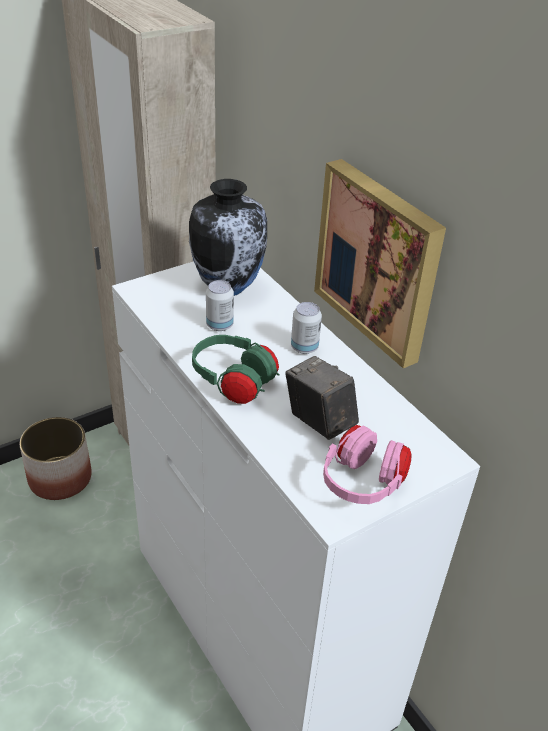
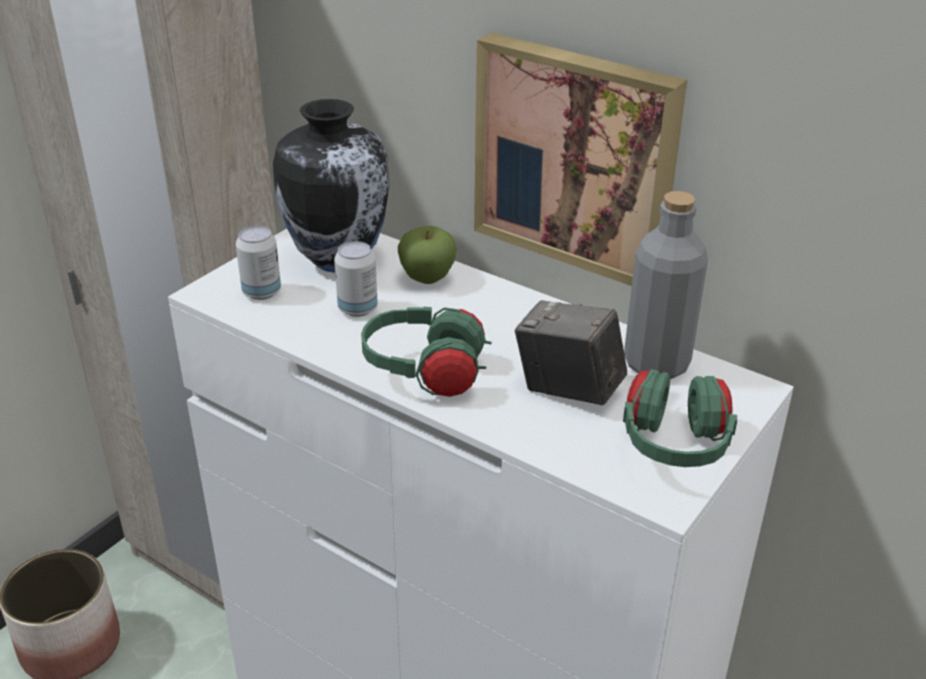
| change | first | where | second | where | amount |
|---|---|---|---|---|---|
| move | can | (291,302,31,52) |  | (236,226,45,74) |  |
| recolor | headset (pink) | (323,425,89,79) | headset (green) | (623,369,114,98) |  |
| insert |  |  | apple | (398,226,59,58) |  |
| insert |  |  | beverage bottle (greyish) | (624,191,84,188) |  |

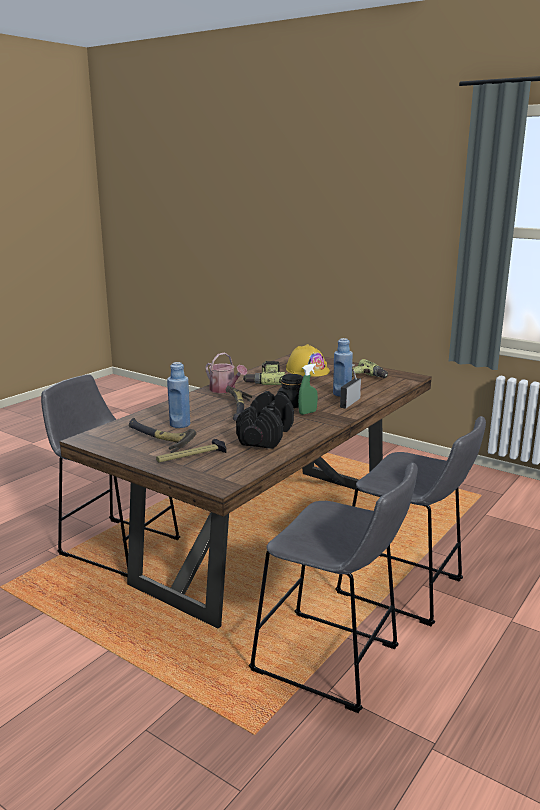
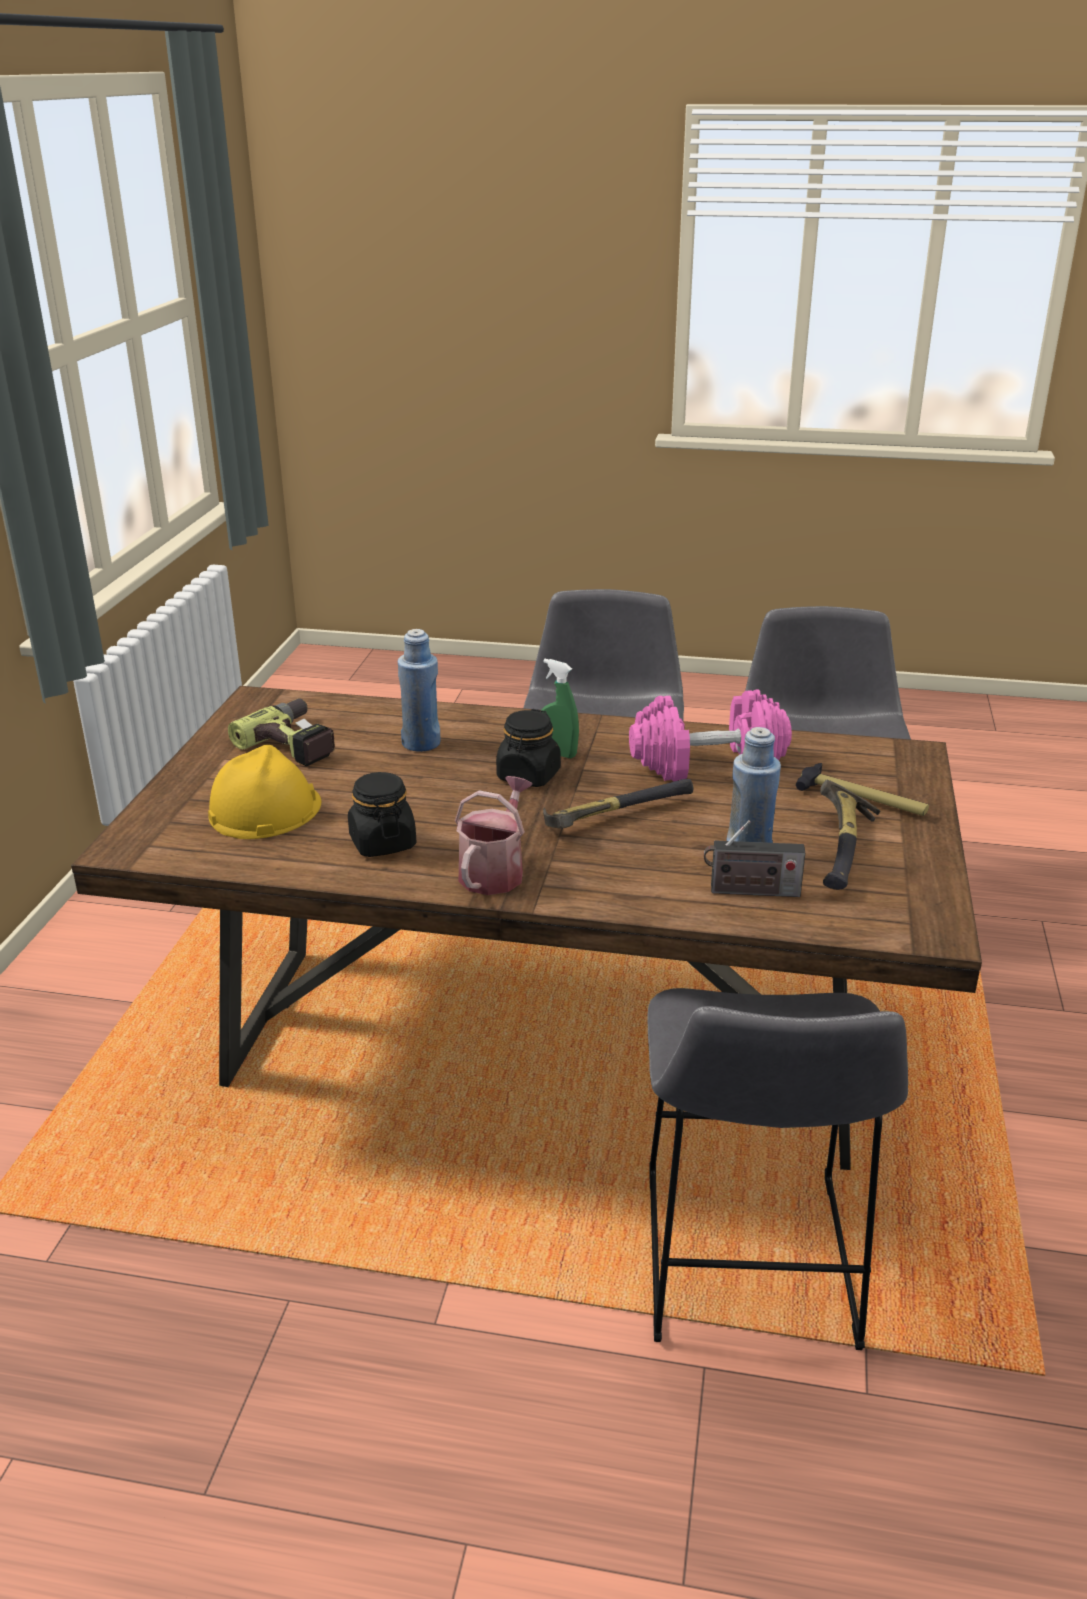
| change | first | where | second | where | amount |
|---|---|---|---|---|---|
| recolor | free weight (black) | (236,391,58,58) | free weight (pink) | (629,689,163,93) |  |
| replace | power drill | (243,361,42,24) | jar (black) | (348,772,69,85) |  |
| move | radio | (340,370,21,39) |  | (704,820,101,77) |  |

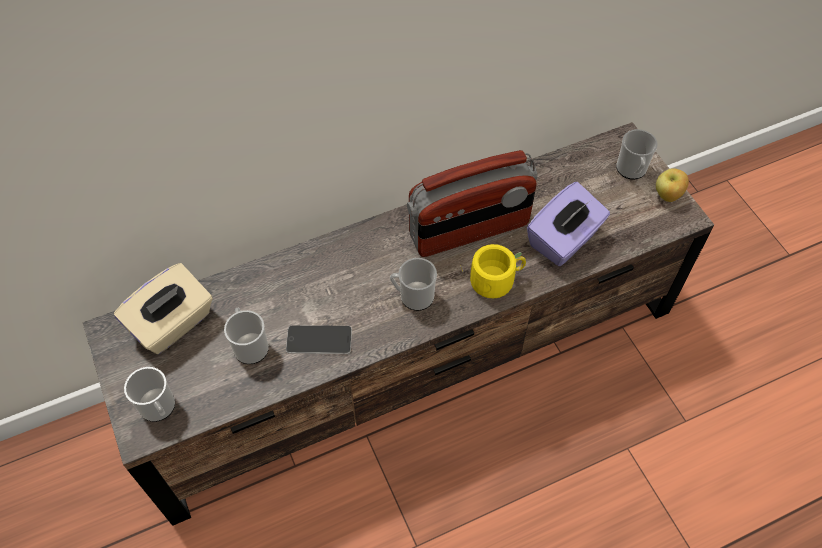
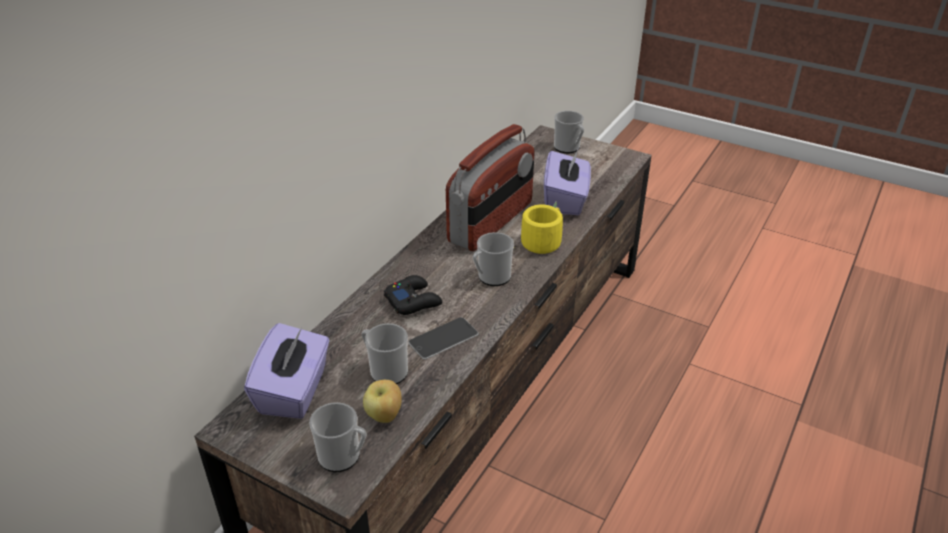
| change | first | where | second | where | amount |
|---|---|---|---|---|---|
| recolor | tissue box (sand-coloured) | (114,263,99,91) | tissue box (purple) | (244,323,86,96) |  |
| move | apple | (656,168,33,34) |  | (363,380,39,43) |  |
| insert |  |  | joypad (black) | (384,275,58,40) |  |

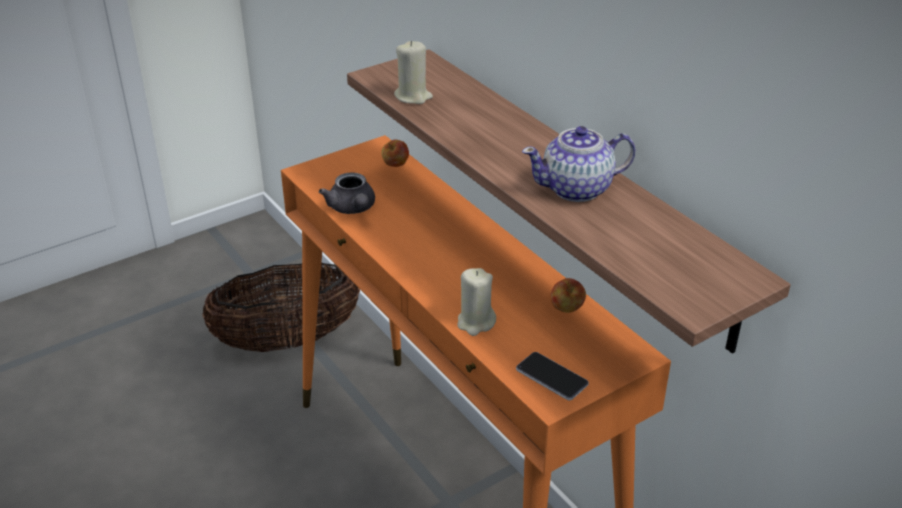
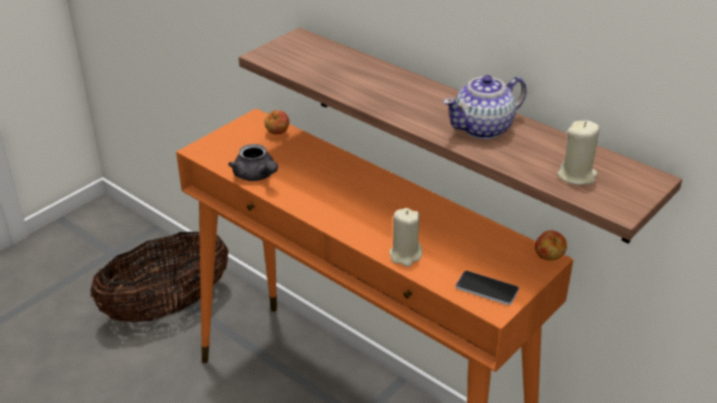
| change | first | where | second | where | amount |
|---|---|---|---|---|---|
| move | wax light (sand-coloured) | (394,41,39,63) |  | (557,121,43,64) |  |
| move | apple | (550,278,36,35) |  | (535,230,32,31) |  |

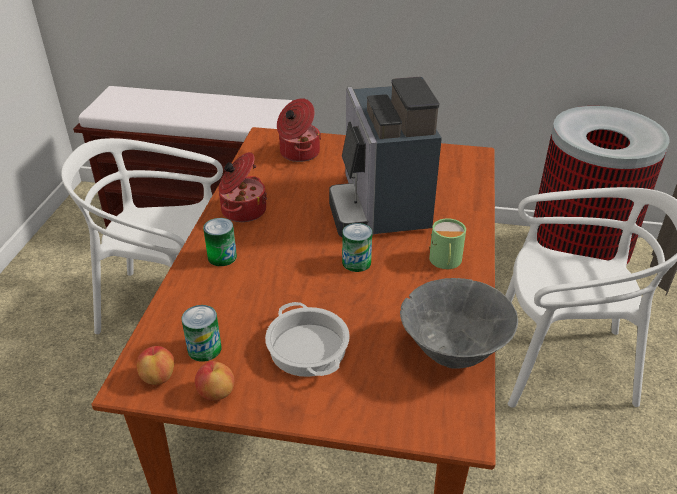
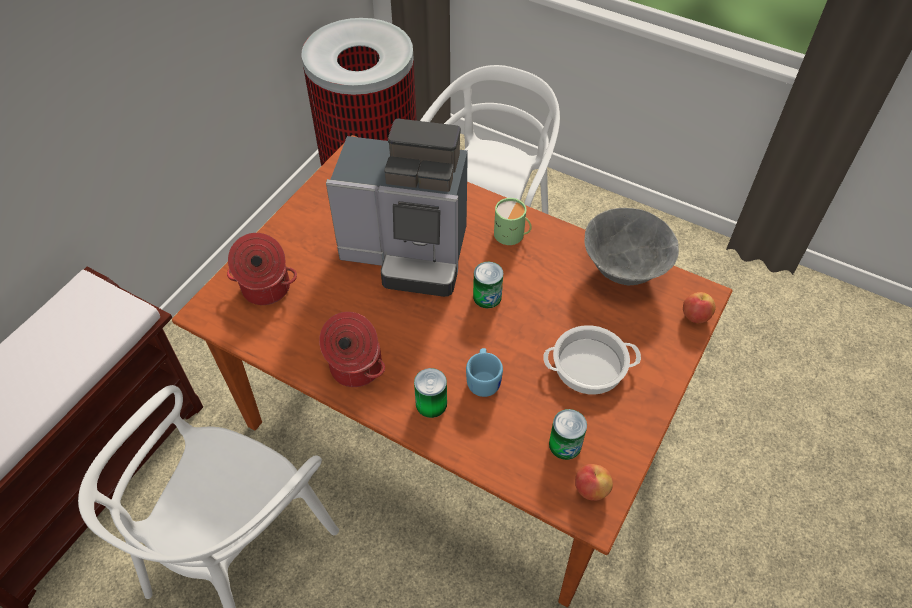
| change | first | where | second | where | amount |
|---|---|---|---|---|---|
| move | apple | (195,361,39,40) |  | (683,292,33,31) |  |
| insert |  |  | tea mug (blue) | (466,348,37,49) |  |

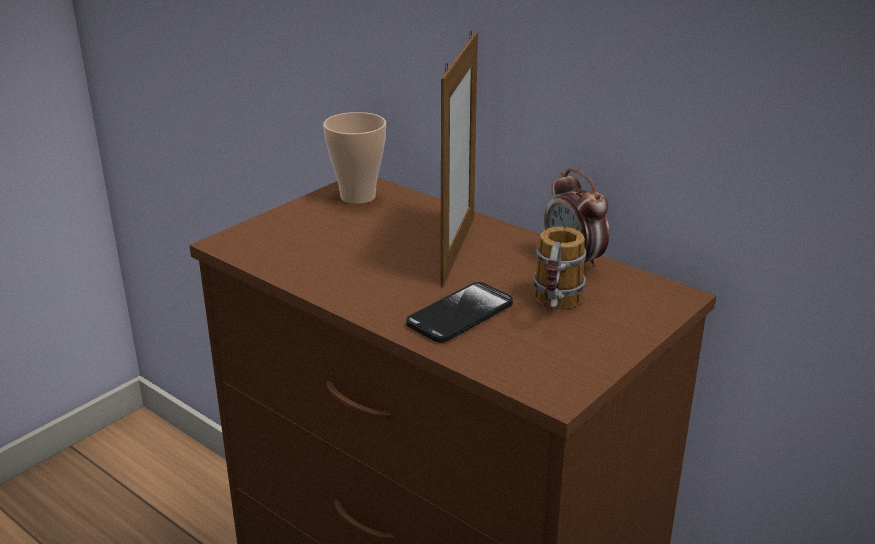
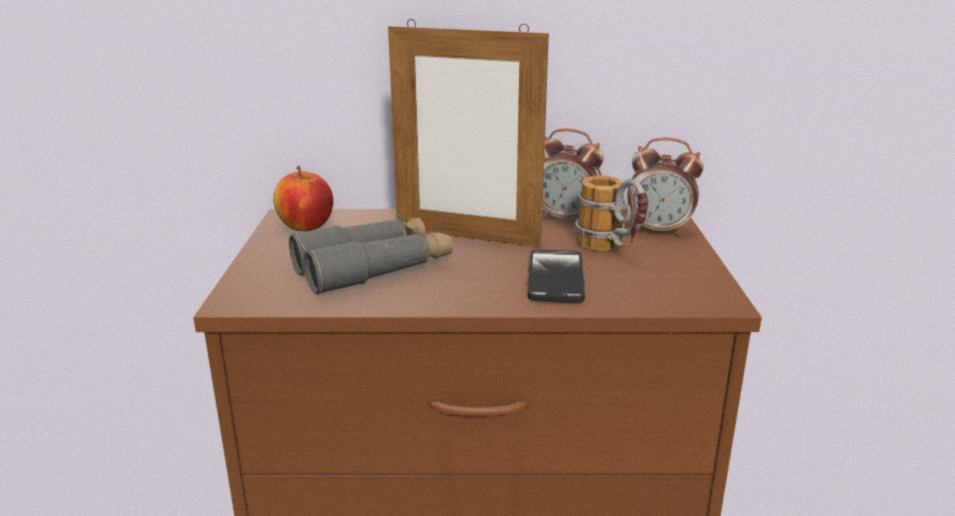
| change | first | where | second | where | amount |
|---|---|---|---|---|---|
| replace | drinking cup | (323,112,63,92) | apple | (273,166,60,65) |  |
| rotate | standing frame | (441,31,37,256) |  | (388,19,161,228) | 135 degrees clockwise |
| insert |  |  | pair of binoculars (greyish) | (289,217,164,77) |  |
| insert |  |  | table clock | (627,138,77,99) |  |

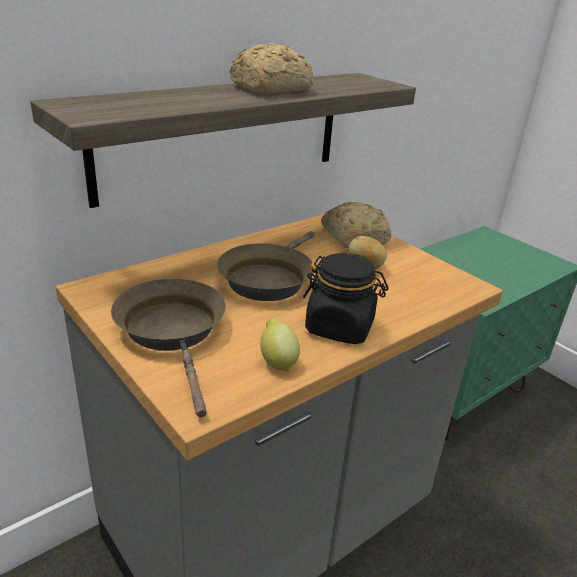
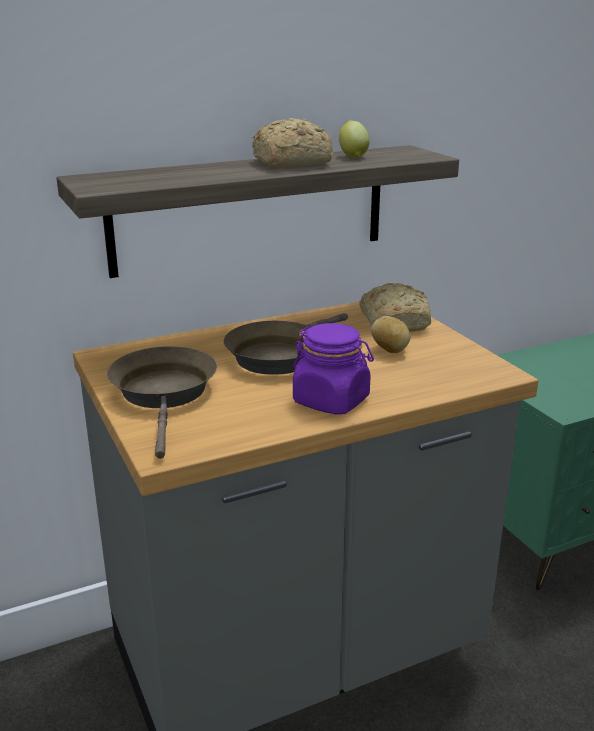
| change | first | where | second | where | amount |
|---|---|---|---|---|---|
| move | lemon | (260,317,40,55) |  | (339,120,31,37) |  |
| recolor | jar (black) | (303,253,86,91) | jar (purple) | (293,323,81,92) |  |

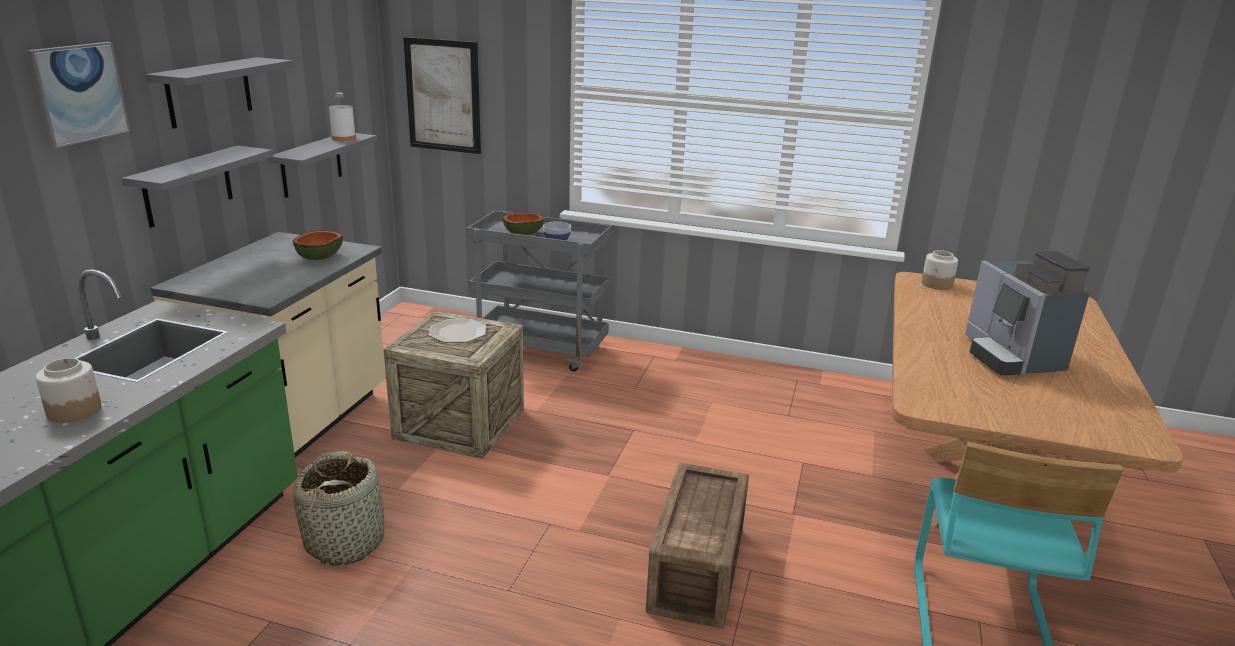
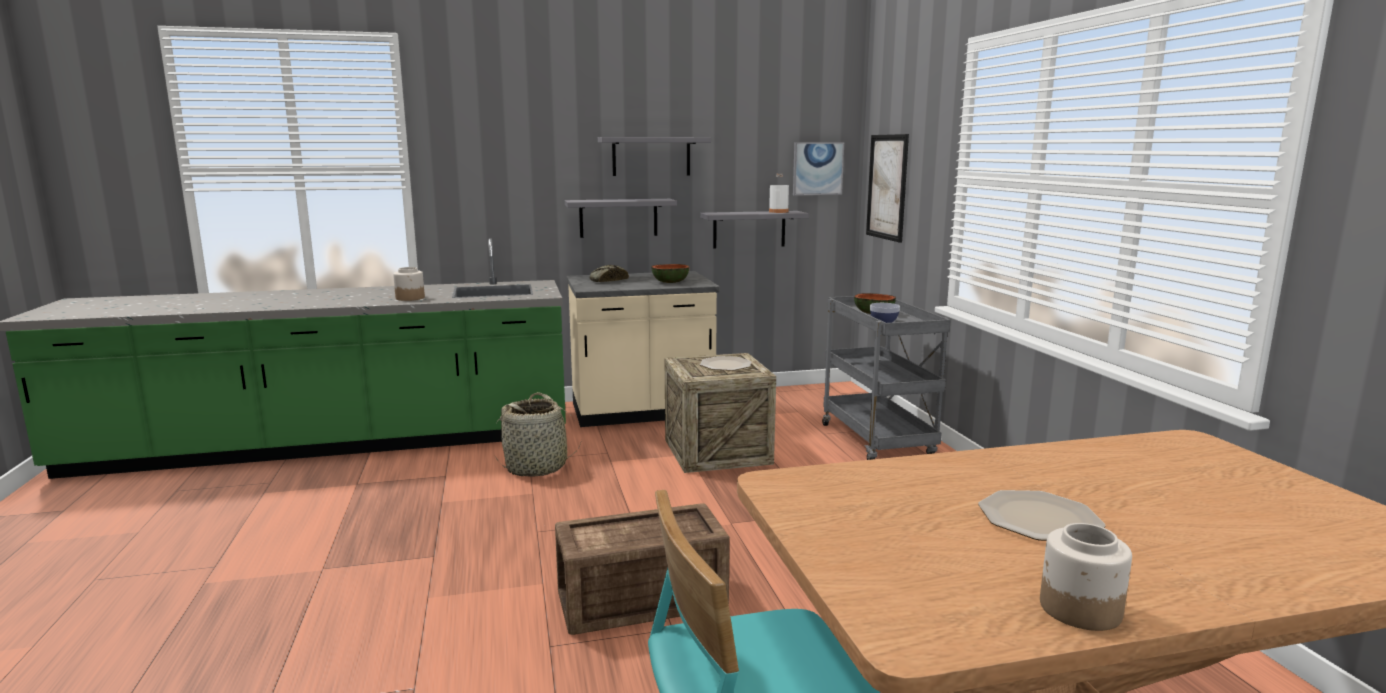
| change | first | where | second | where | amount |
|---|---|---|---|---|---|
| move | wall art | (26,42,104,107) |  | (793,142,51,54) |  |
| move | jar | (921,250,37,40) |  | (1040,523,92,108) |  |
| replace | coffee maker | (965,251,125,125) | plate | (978,490,127,51) |  |
| insert |  |  | baked bread | (589,265,40,17) |  |

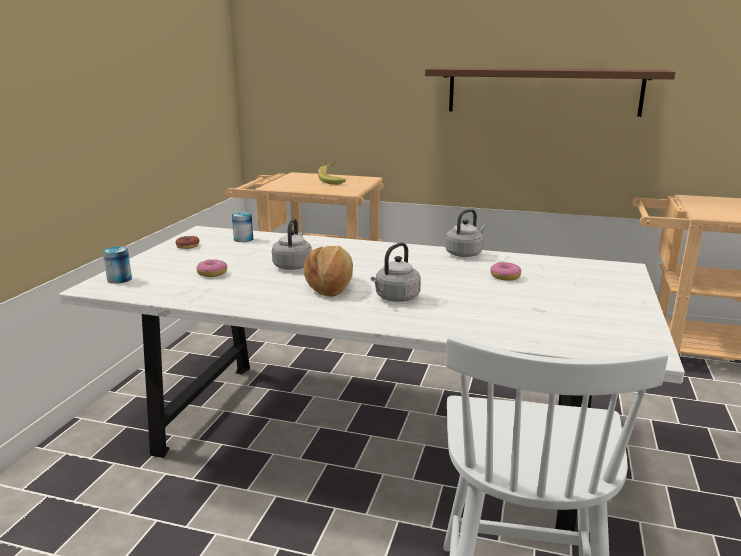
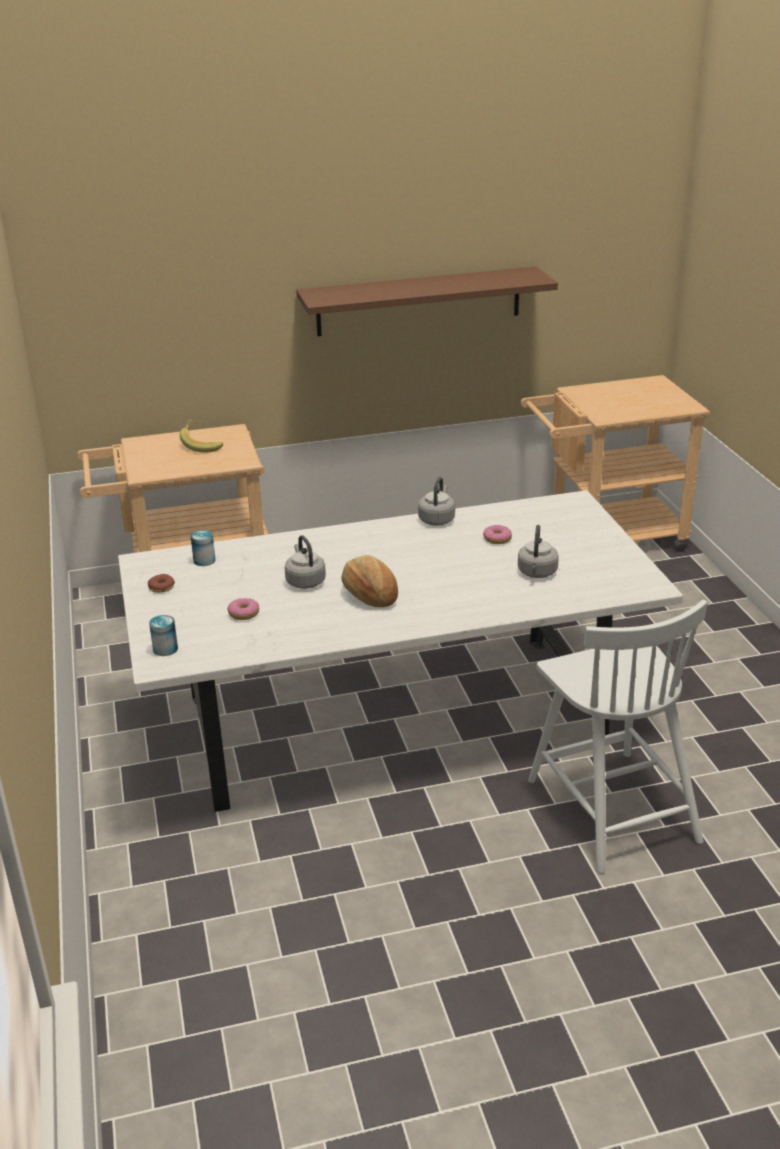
| change | first | where | second | where | amount |
|---|---|---|---|---|---|
| move | tea kettle (greyish) | (371,242,50,60) |  | (518,525,41,53) |  |

